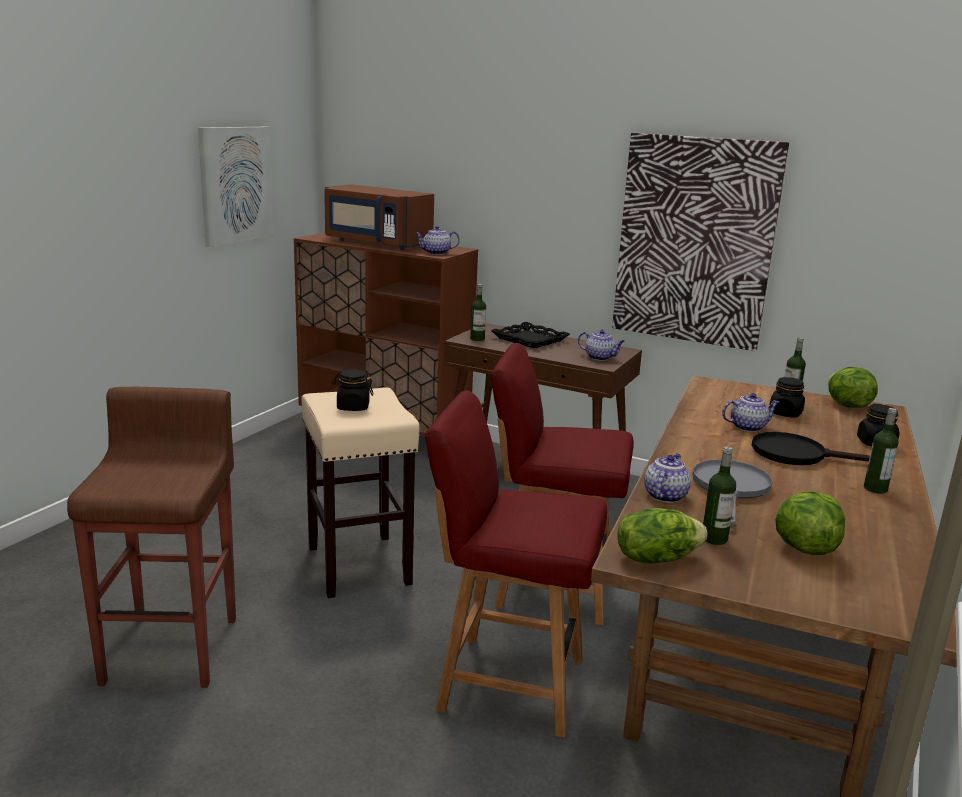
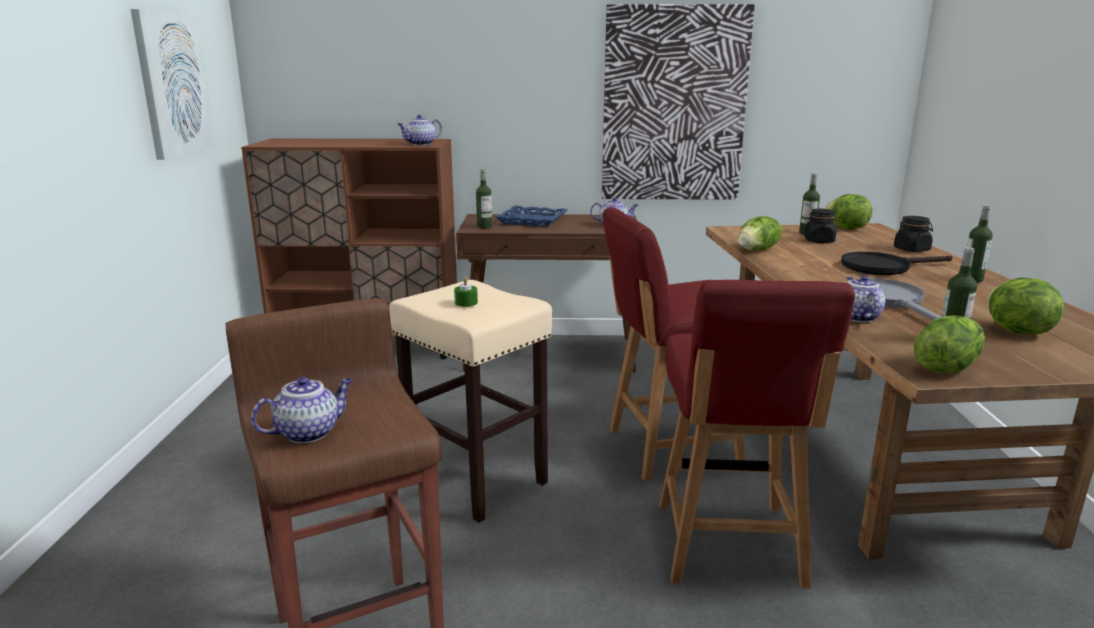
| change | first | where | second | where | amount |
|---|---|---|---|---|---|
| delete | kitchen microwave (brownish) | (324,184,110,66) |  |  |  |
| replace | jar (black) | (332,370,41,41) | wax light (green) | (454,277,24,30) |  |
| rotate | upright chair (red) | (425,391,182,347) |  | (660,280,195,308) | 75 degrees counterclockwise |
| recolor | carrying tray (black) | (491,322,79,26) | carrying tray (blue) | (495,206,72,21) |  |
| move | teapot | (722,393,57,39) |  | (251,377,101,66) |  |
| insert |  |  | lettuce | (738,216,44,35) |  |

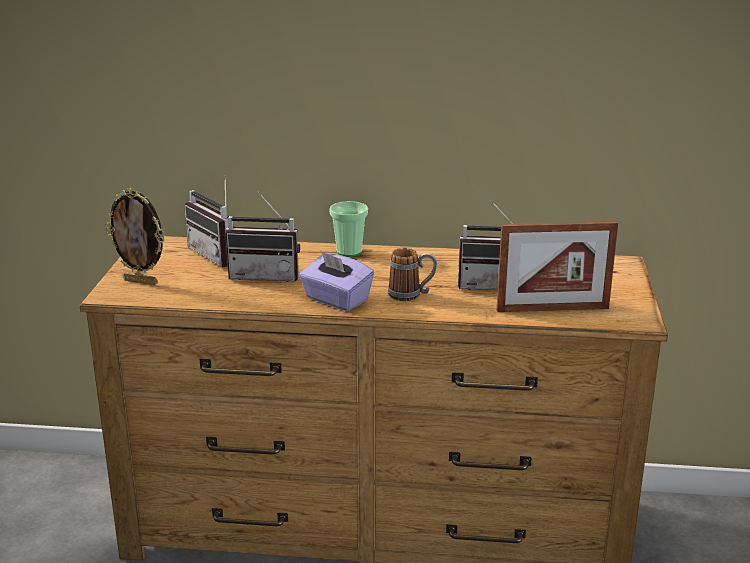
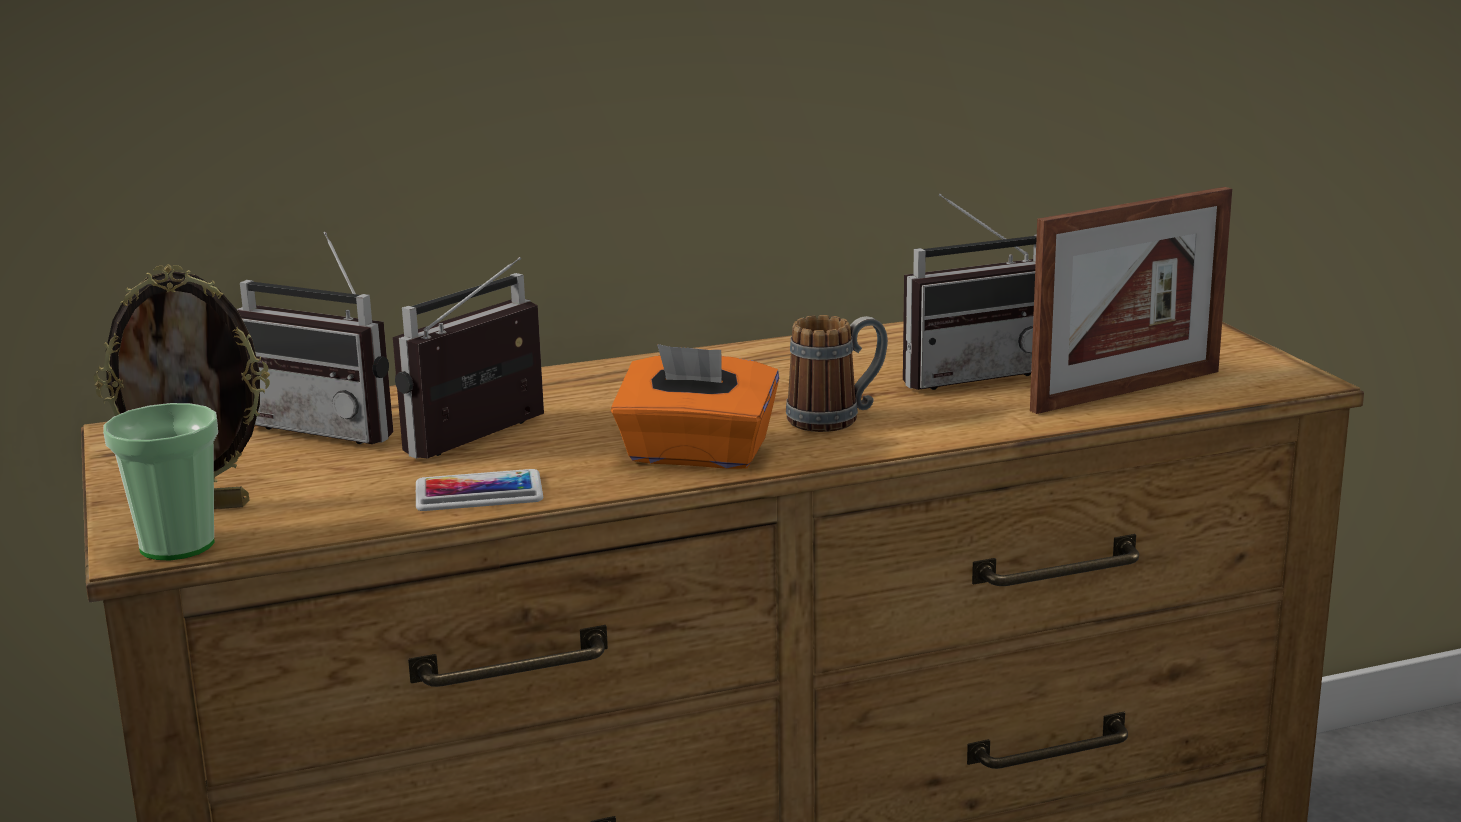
| change | first | where | second | where | amount |
|---|---|---|---|---|---|
| rotate | radio | (226,192,74,90) |  | (393,257,151,202) | 150 degrees clockwise |
| recolor | tissue box (purple) | (299,251,75,60) | tissue box (orange) | (611,344,168,125) |  |
| move | drinking cup | (329,201,39,56) |  | (103,403,115,157) |  |
| insert |  |  | phone | (416,469,127,42) |  |

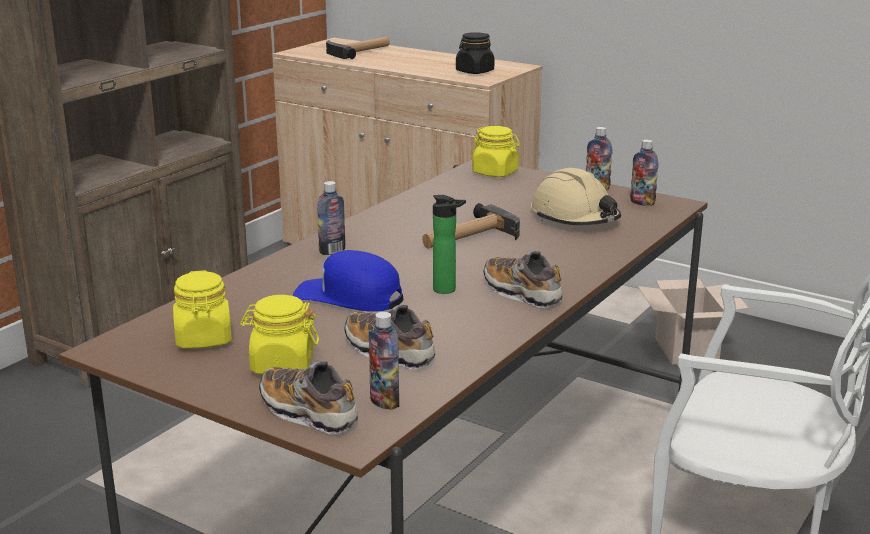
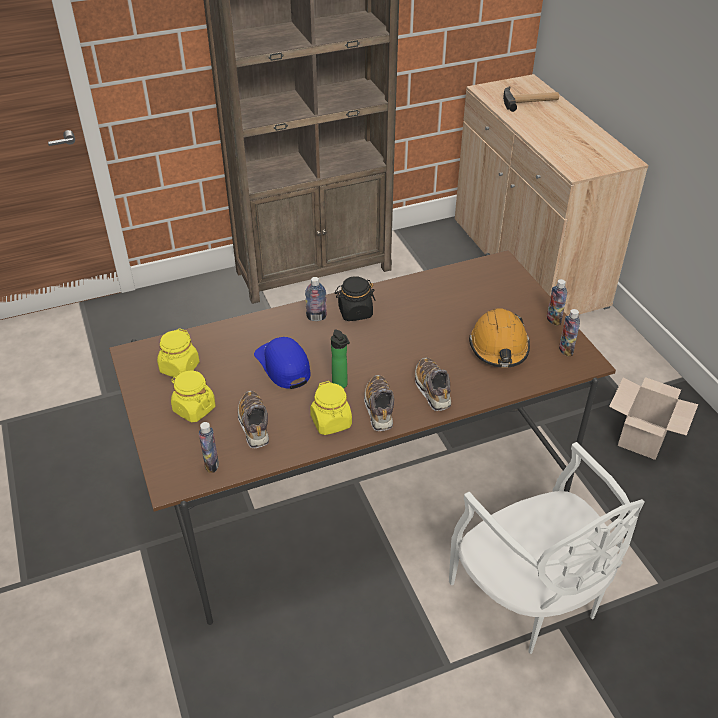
| change | first | where | second | where | amount |
|---|---|---|---|---|---|
| move | item of footwear | (259,361,99,74) |  | (415,357,36,54) |  |
| delete | hand hammer | (422,203,98,46) |  |  |  |
| move | jar (black) | (456,32,39,42) |  | (335,276,41,45) |  |
| move | jar (yellowish) | (472,126,48,51) |  | (310,381,42,54) |  |
| recolor | hard hat (sand-coloured) | (531,168,90,57) | hard hat (orange) | (469,308,61,59) |  |

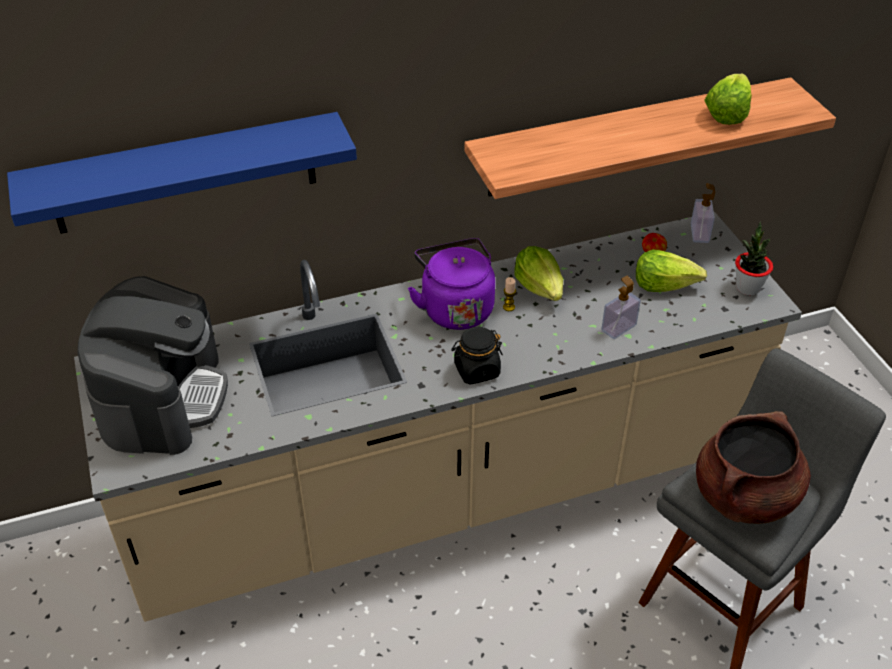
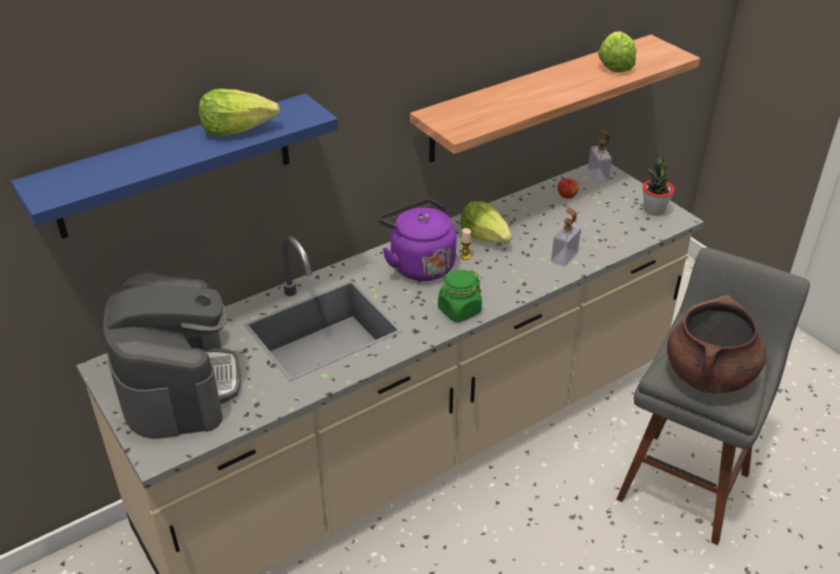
| change | first | where | second | where | amount |
|---|---|---|---|---|---|
| recolor | jar (black) | (451,327,52,58) | jar (green) | (438,269,44,53) |  |
| move | lettuce | (636,249,71,43) |  | (199,89,81,47) |  |

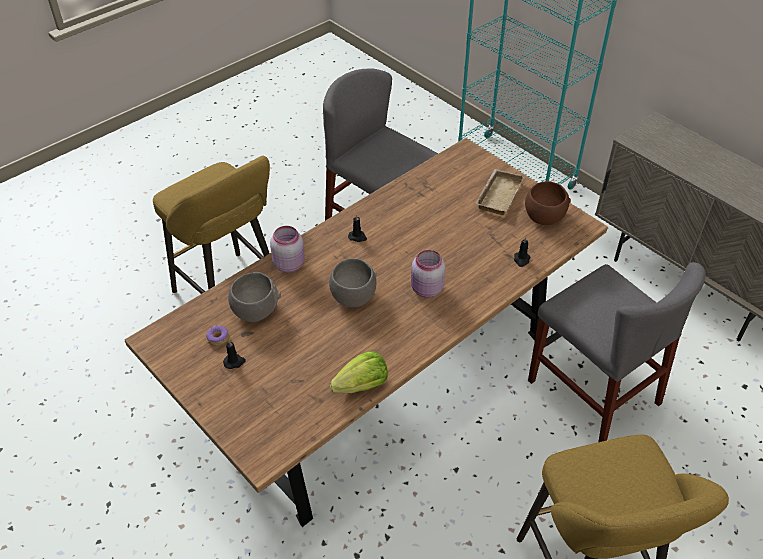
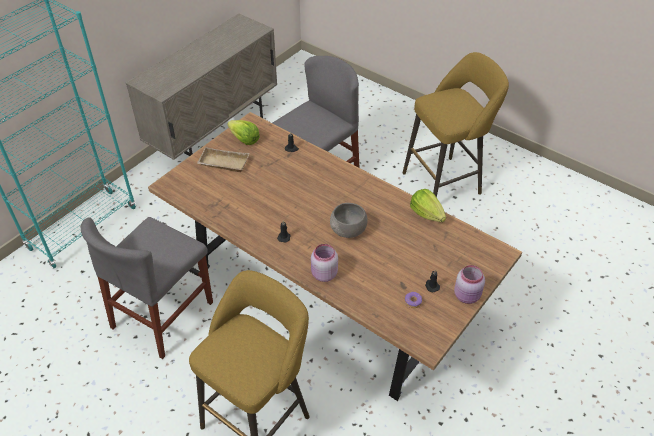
| change | first | where | second | where | amount |
|---|---|---|---|---|---|
| delete | serving bowl (greyish) | (228,272,53,50) |  |  |  |
| move | jar (pink) | (411,250,34,48) |  | (454,265,31,39) |  |
| replace | serving bowl (brownish) | (525,181,46,44) | lettuce | (227,120,33,25) |  |

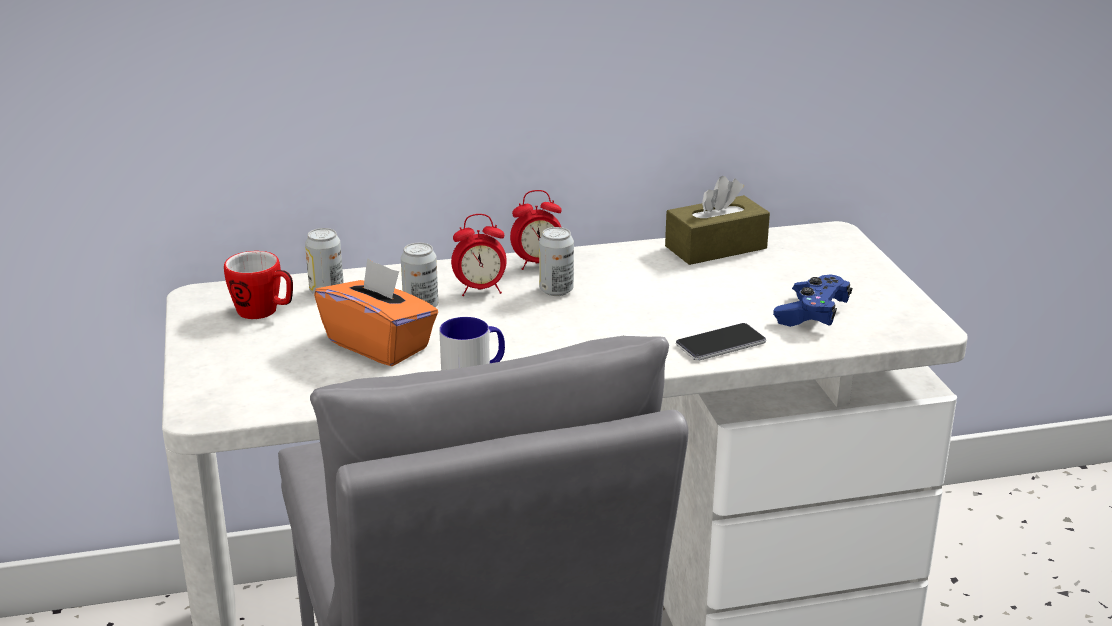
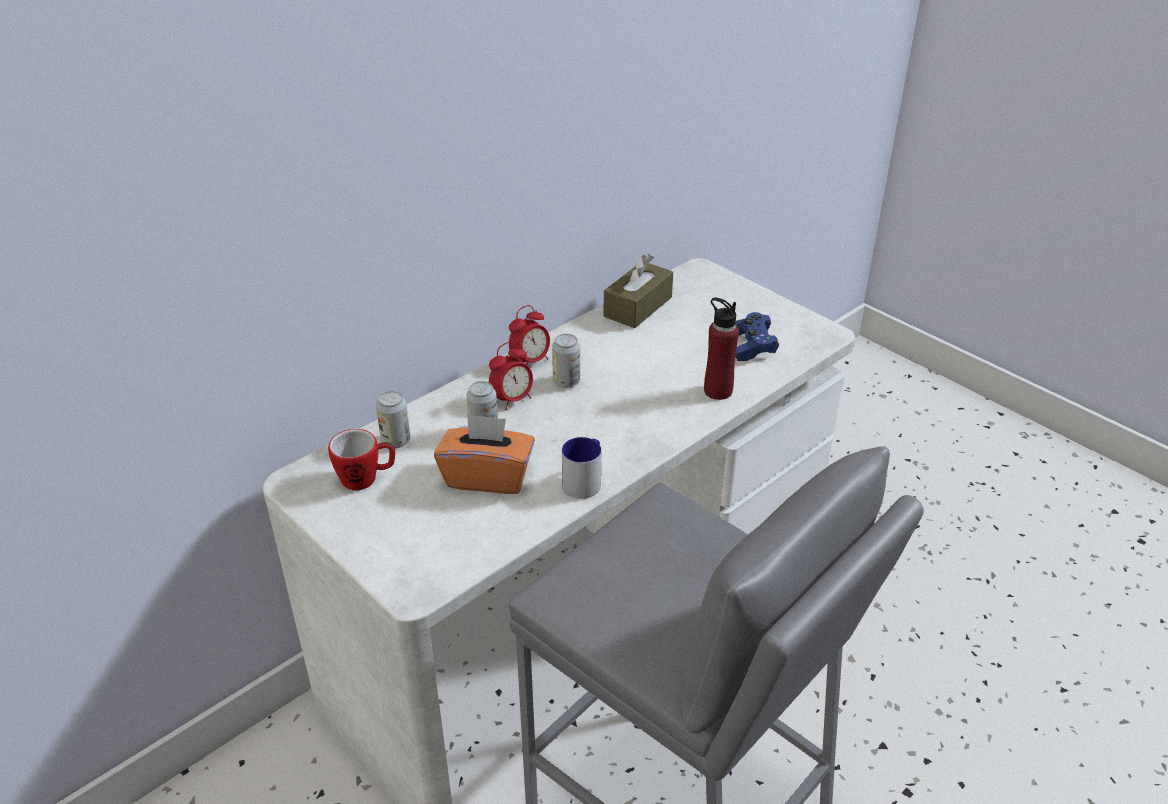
| change | first | where | second | where | amount |
|---|---|---|---|---|---|
| replace | phone | (676,323,90,38) | beverage bottle (red) | (704,298,35,102) |  |

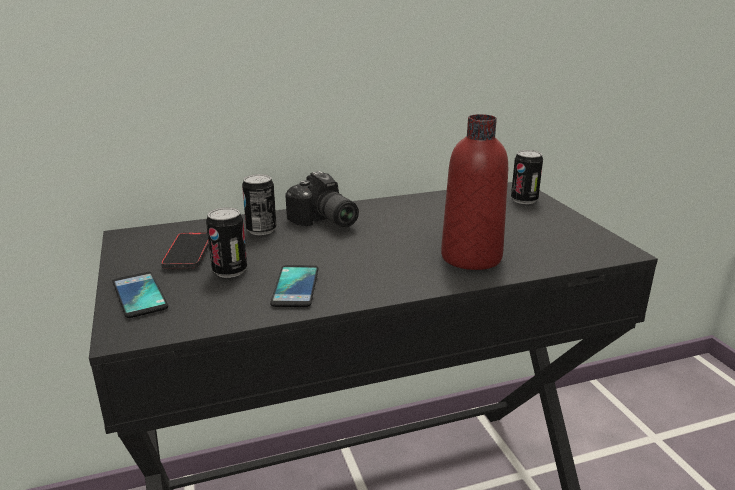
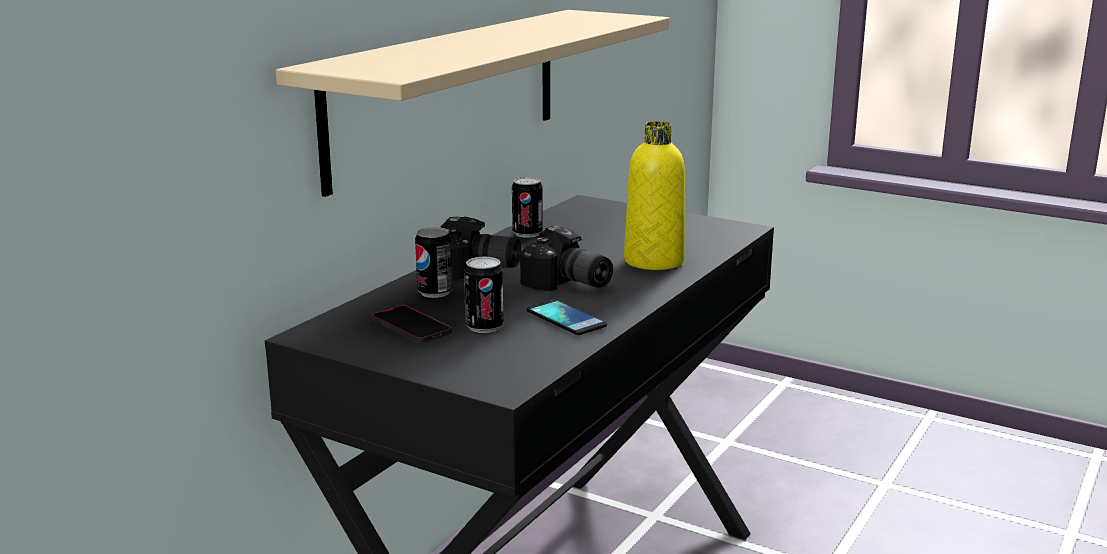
| change | first | where | second | where | amount |
|---|---|---|---|---|---|
| delete | phone | (113,272,55,46) |  |  |  |
| recolor | beverage bottle (red) | (441,114,67,156) | beverage bottle (yellowish) | (624,121,61,149) |  |
| move | can | (511,150,32,54) |  | (512,177,31,61) |  |
| insert |  |  | bracket shelf (sand-coloured) | (276,10,393,187) |  |
| insert |  |  | photo camera | (520,226,93,65) |  |

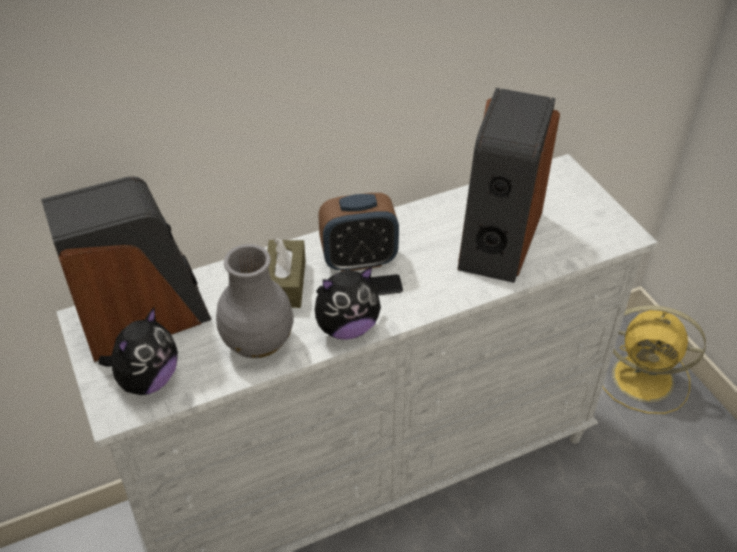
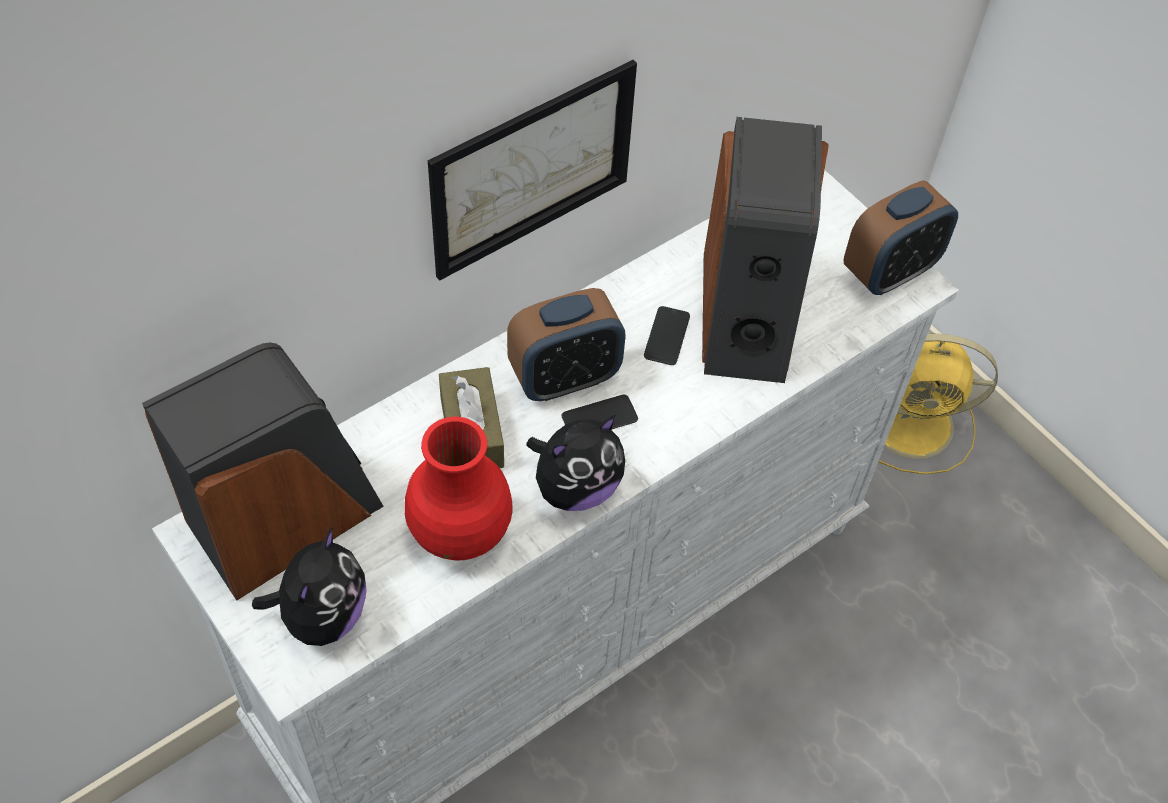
| change | first | where | second | where | amount |
|---|---|---|---|---|---|
| recolor | flower vase (greyish) | (216,244,78,114) | flower vase (red) | (405,417,108,144) |  |
| insert |  |  | wall art | (428,60,209,221) |  |
| insert |  |  | phone | (644,306,46,59) |  |
| insert |  |  | table clock | (843,181,115,114) |  |

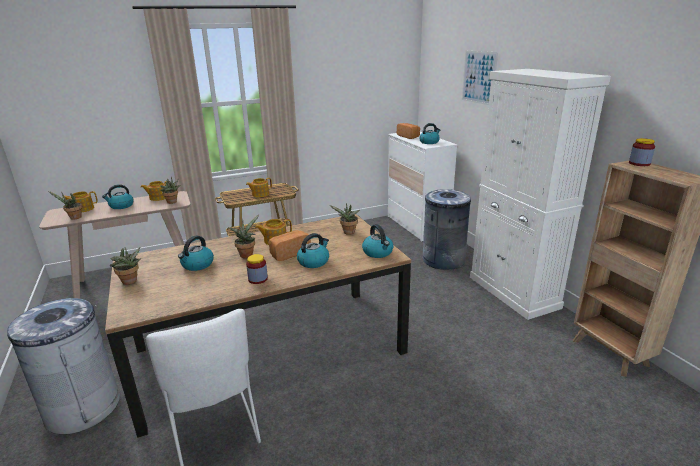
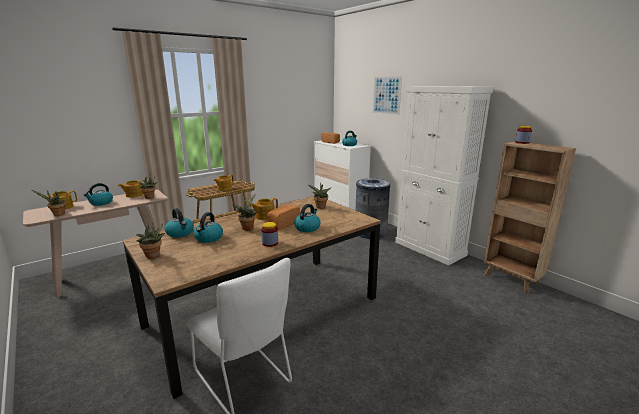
| change | first | where | second | where | amount |
|---|---|---|---|---|---|
| delete | rubbish bin (greyish) | (7,298,113,137) |  |  |  |
| move | tea kettle | (362,224,32,34) |  | (165,208,29,30) |  |

